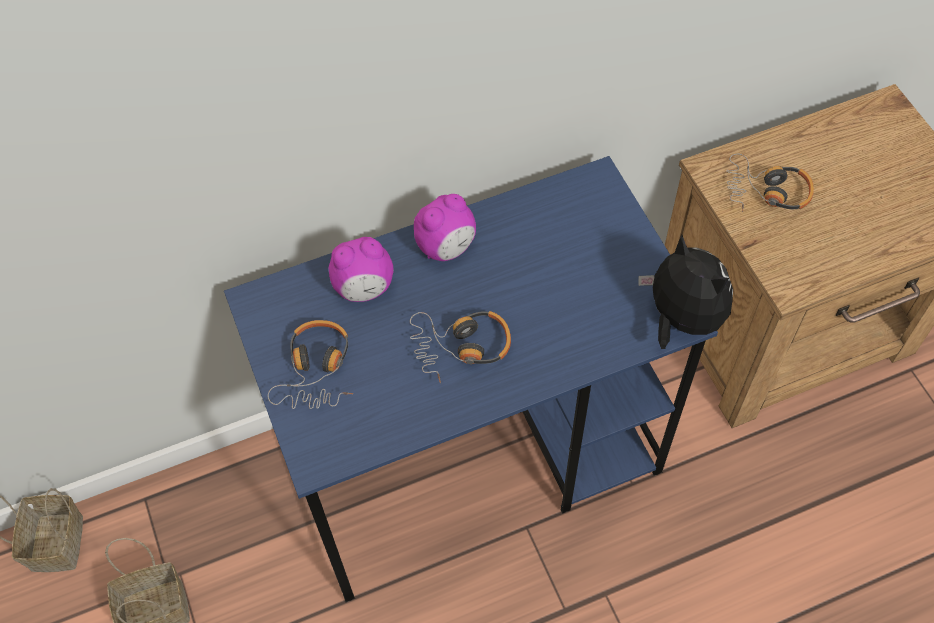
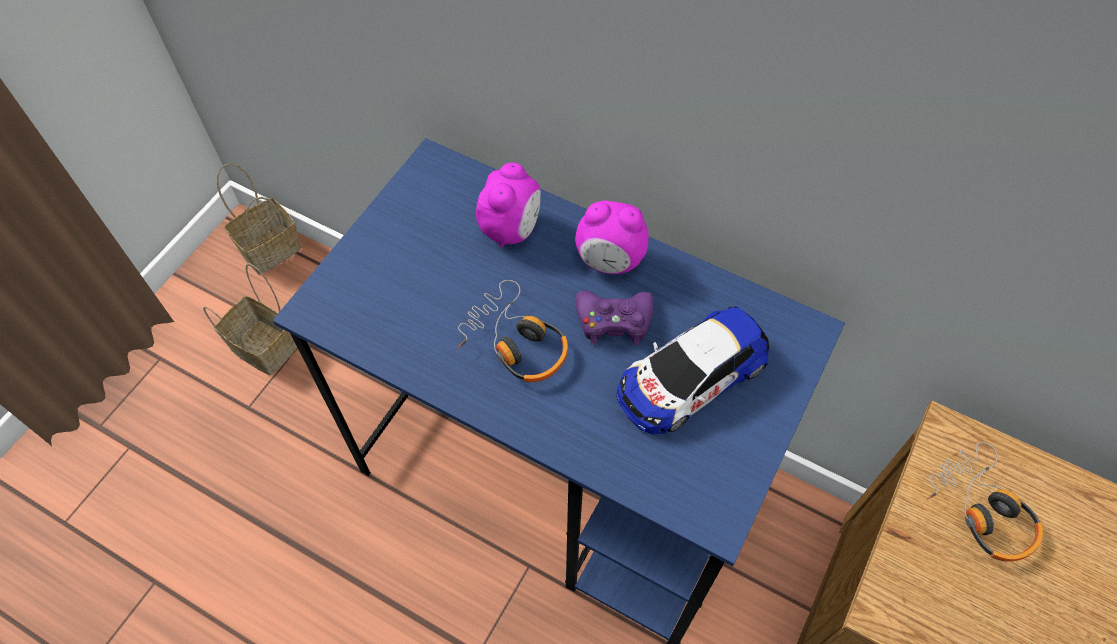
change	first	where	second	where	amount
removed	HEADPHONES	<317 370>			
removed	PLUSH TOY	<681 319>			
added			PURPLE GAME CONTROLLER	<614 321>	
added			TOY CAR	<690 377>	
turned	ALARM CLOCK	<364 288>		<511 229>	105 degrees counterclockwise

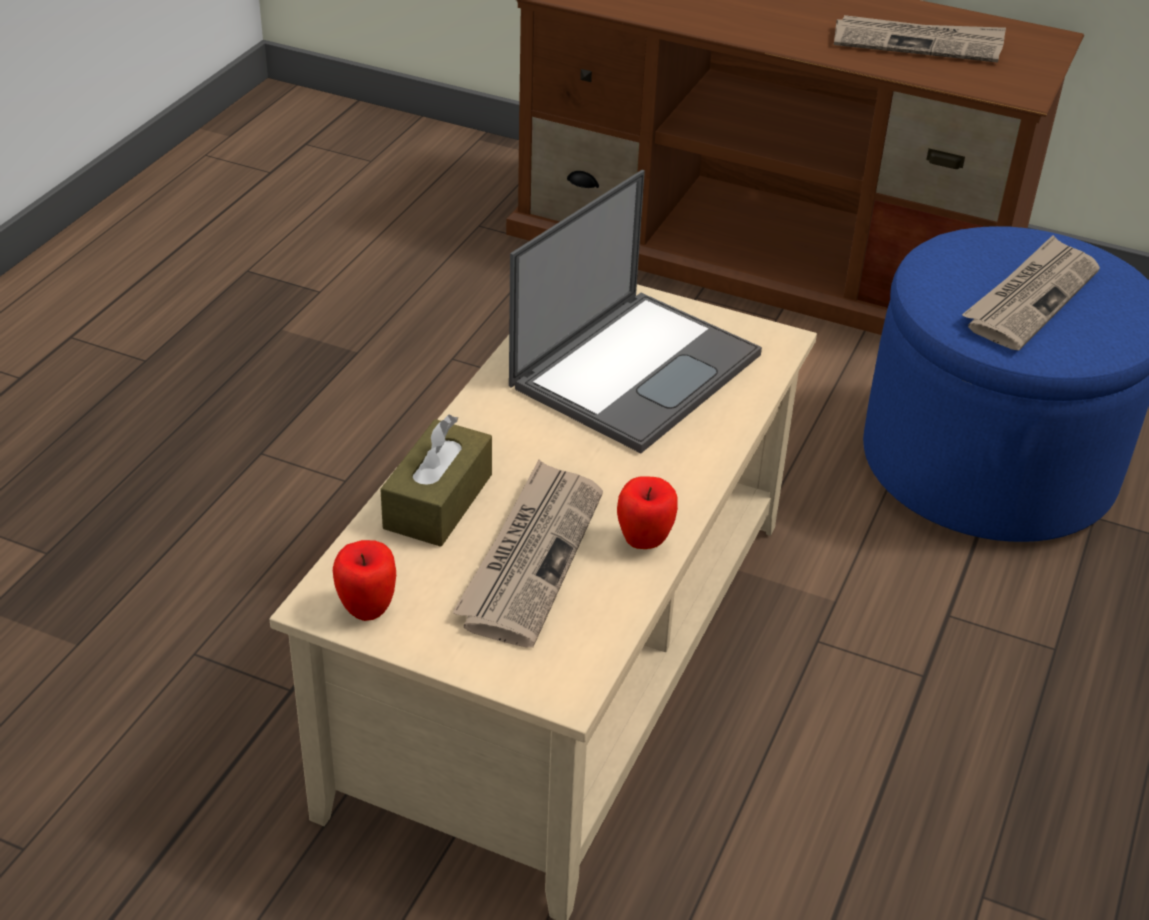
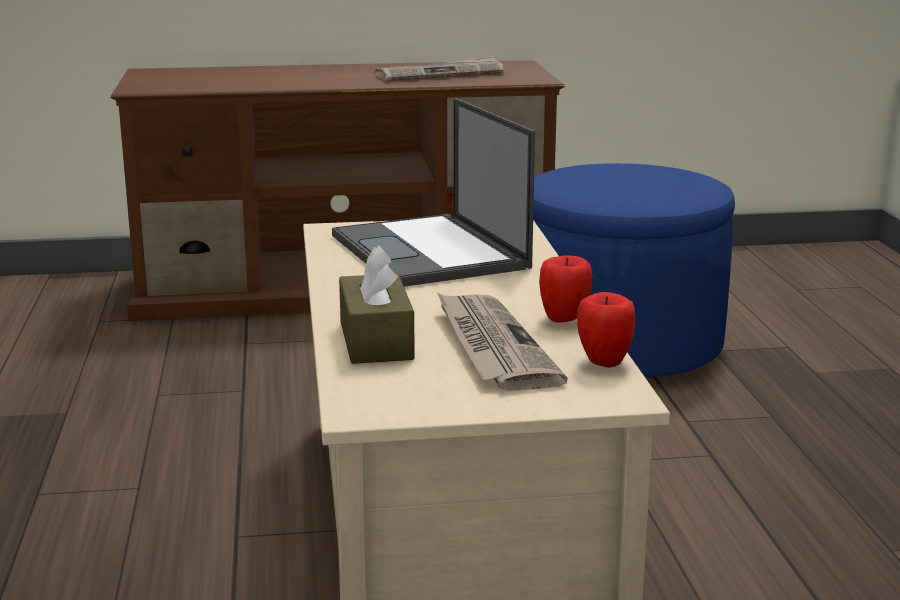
change	first	where	second	where	amount
removed	NEWSPAPER	<1030 297>			
moved	APPLE	<367 609>		<604 362>	
turned	LAPTOP	<637 368>		<431 252>	150 degrees clockwise

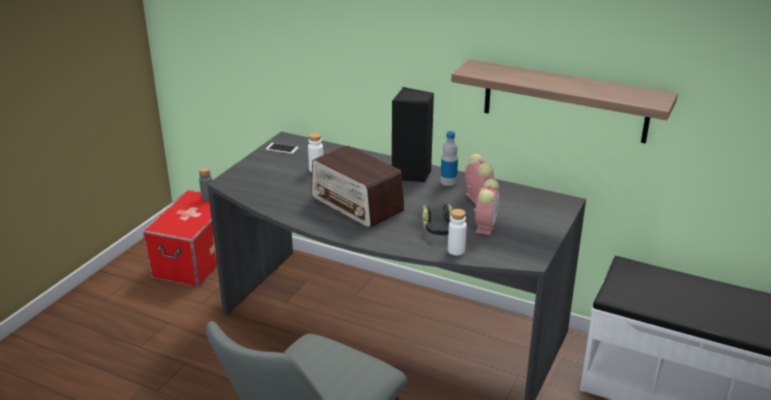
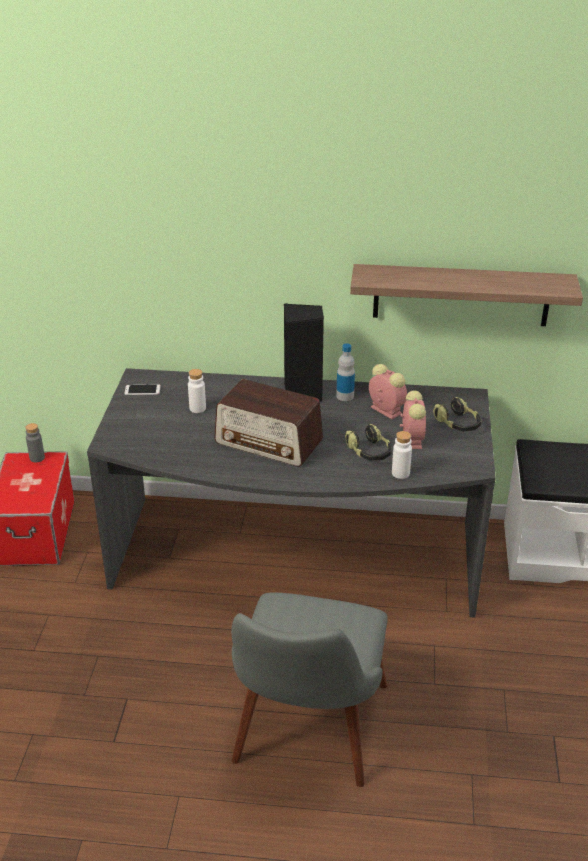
change	first	where	second	where	amount
added			HEADPHONES	<458 424>	

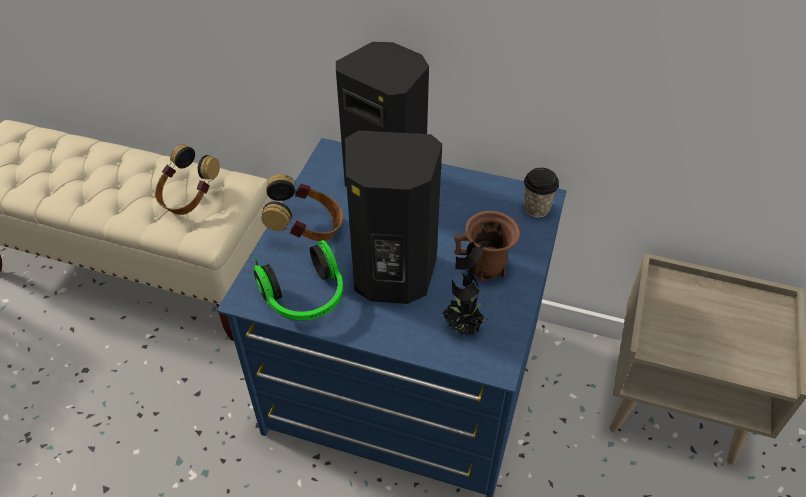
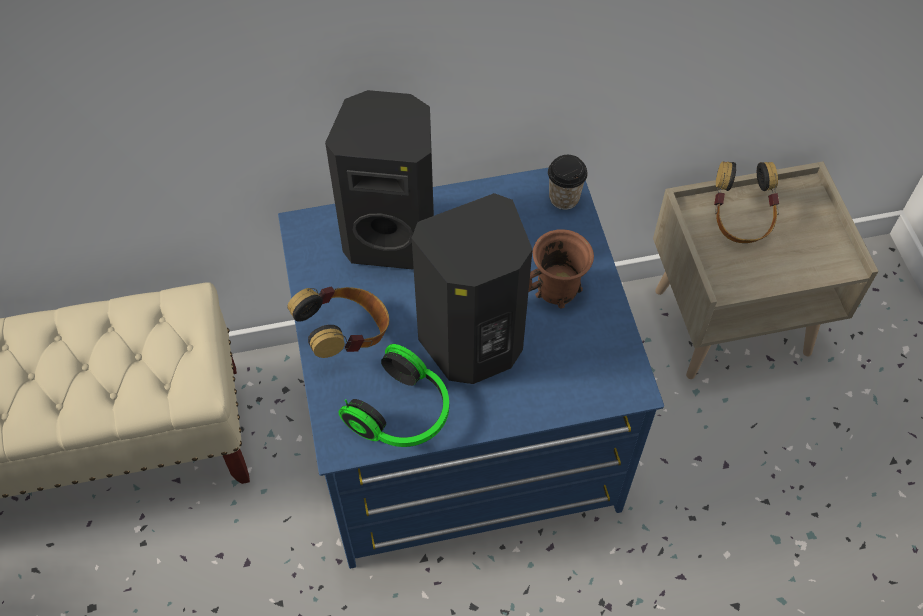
change	first	where	second	where	amount
removed	POTTED PLANT	<464 327>			
moved	HEADPHONES	<189 198>		<740 220>	

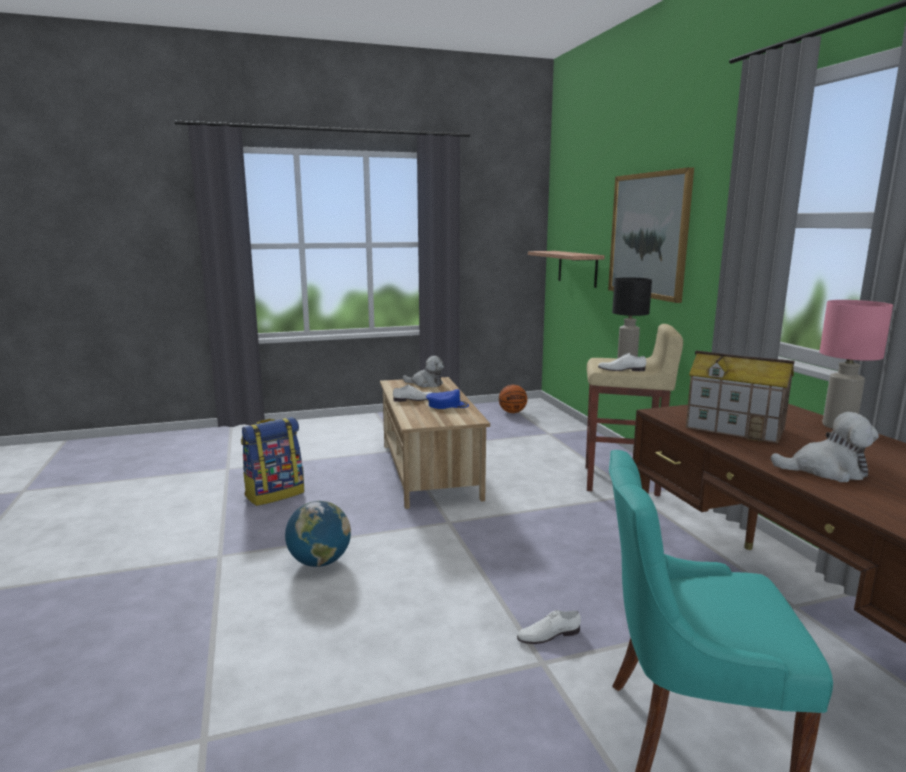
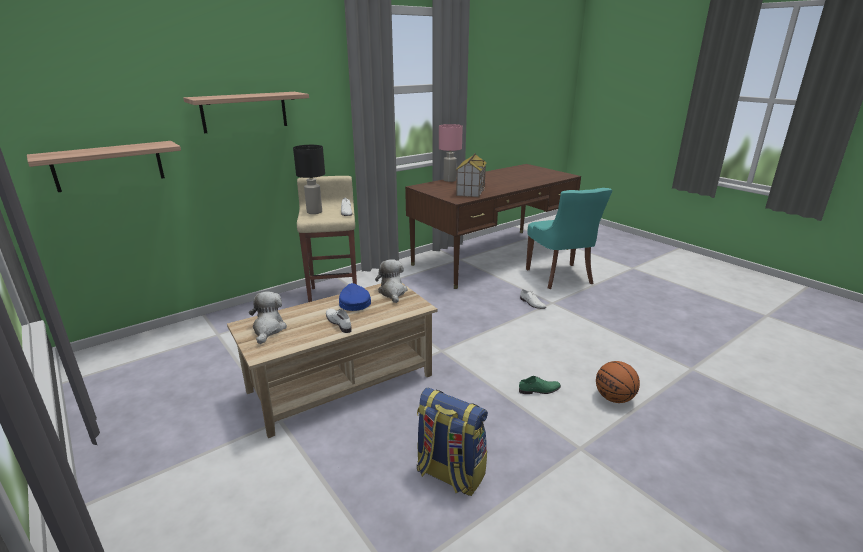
change	first	where	second	where	amount
moved	BASKETBALL	<512 412>		<614 398>	
moved	PLUSH TOY	<826 471>		<392 292>	
replaced	GLOBE	<319 562>	GREEN SHOE	<539 390>	
replaced	PICTURE	<649 235>	SHELF	<244 112>	

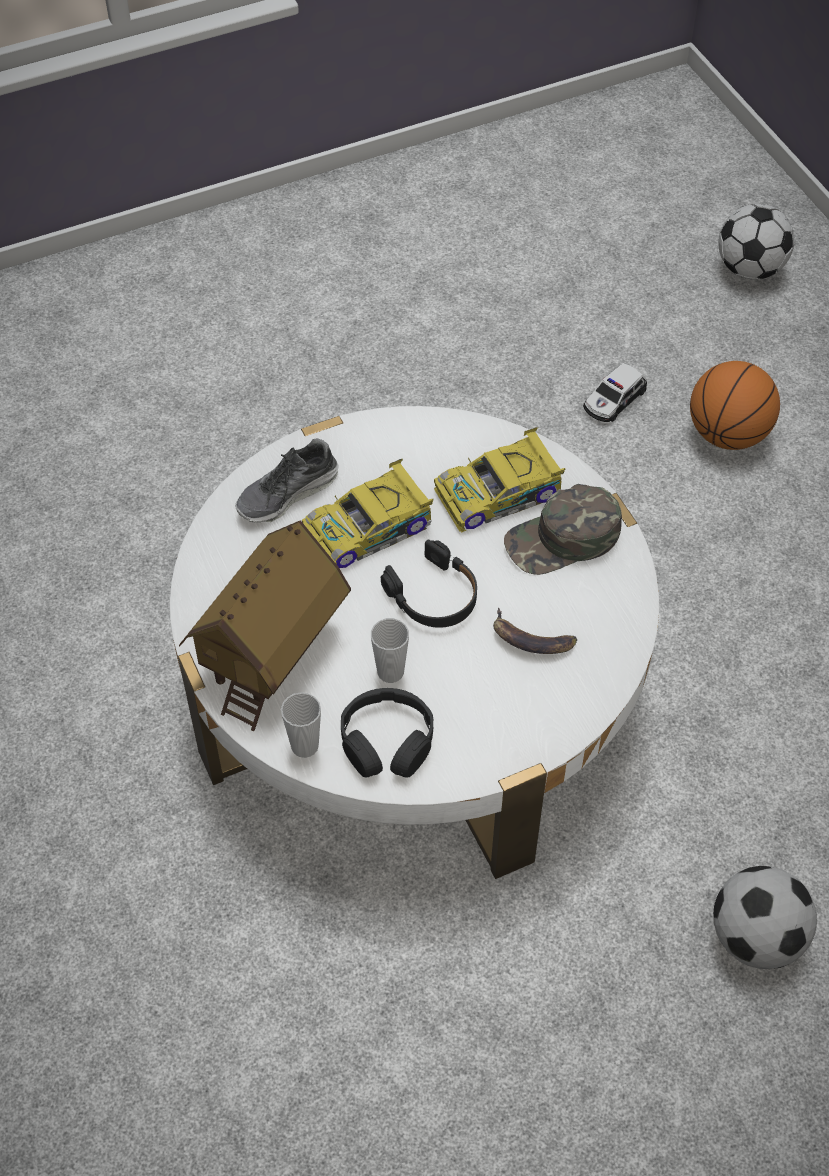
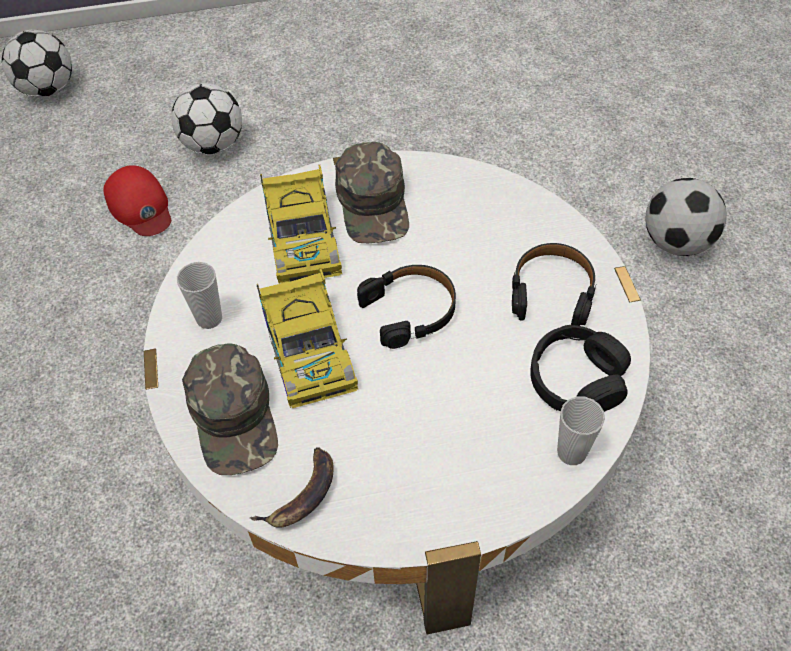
change	first	where	second	where	amount
removed	TOY HOUSE	<270 653>			
added			BLACK HEADPHONES	<552 291>	
moved	CUP	<390 672>		<209 318>	
moved	BANANA	<530 639>		<301 495>	
replaced	SHOE	<287 494>	GREEN CAP	<234 416>	
replaced	TOY CAR	<614 400>	RED CAP	<140 206>	
replaced	BASKETBALL	<727 434>	FOOTBALL	<213 145>	

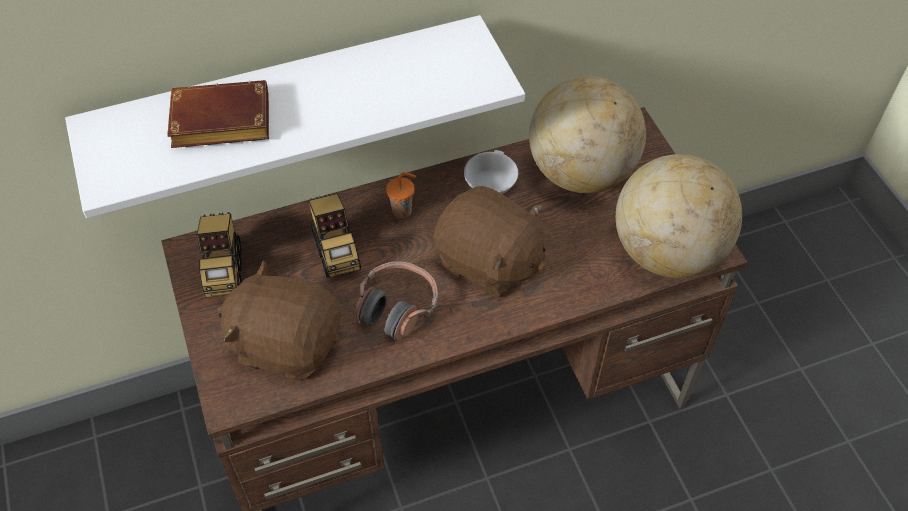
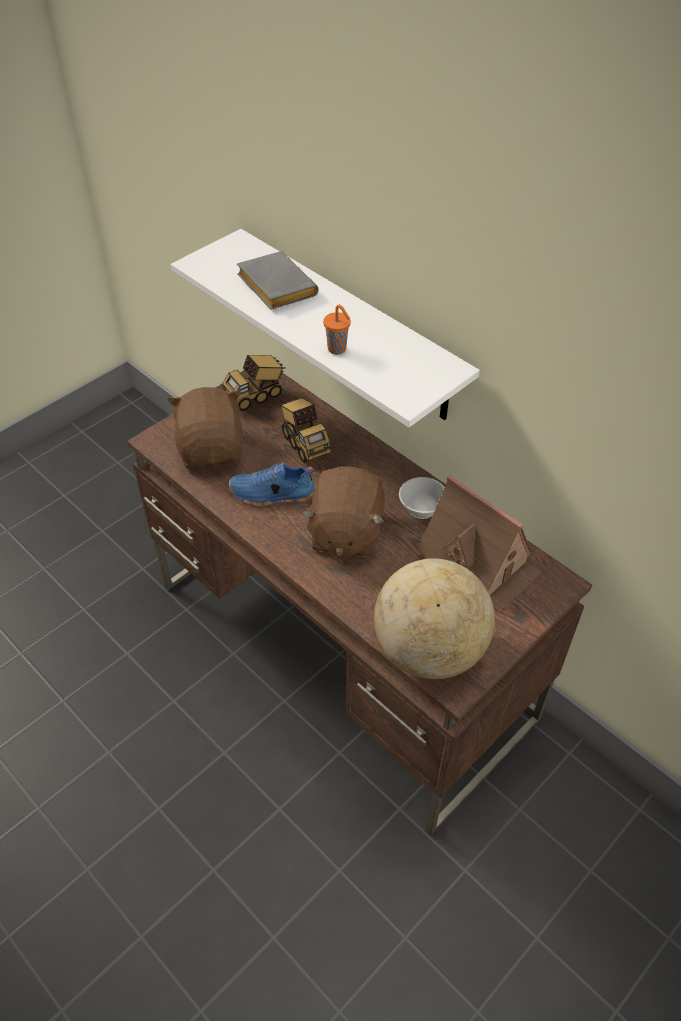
change	first	where	second	where	amount
moved	ORANGE CUP	<403 211>		<338 349>	
replaced	HEADPHONES	<397 307>	BLUE SHOE	<273 495>	
replaced	GLOBE	<581 172>	TOY HOUSE	<478 562>	
recoloured	BROWN BOOK	<218 124>	GREY BOOK	<274 286>	
turned	TOY TRUCK	<336 249>		<305 443>	75 degrees counterclockwise

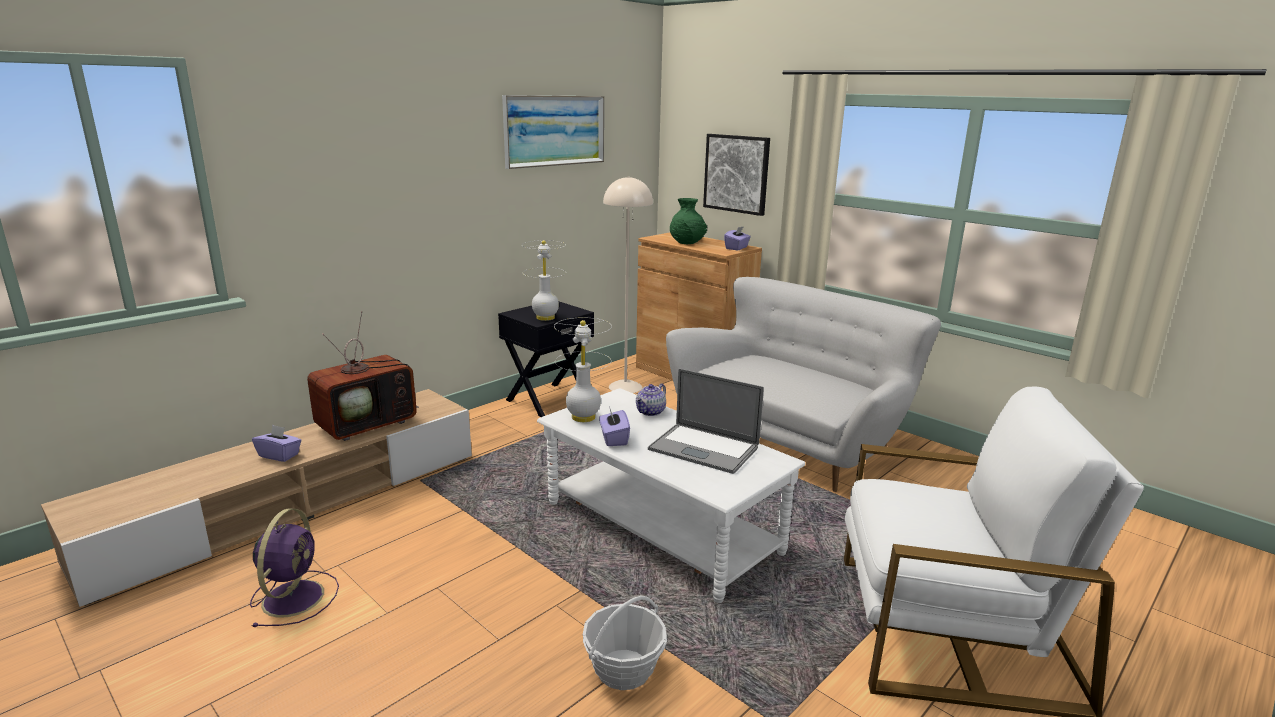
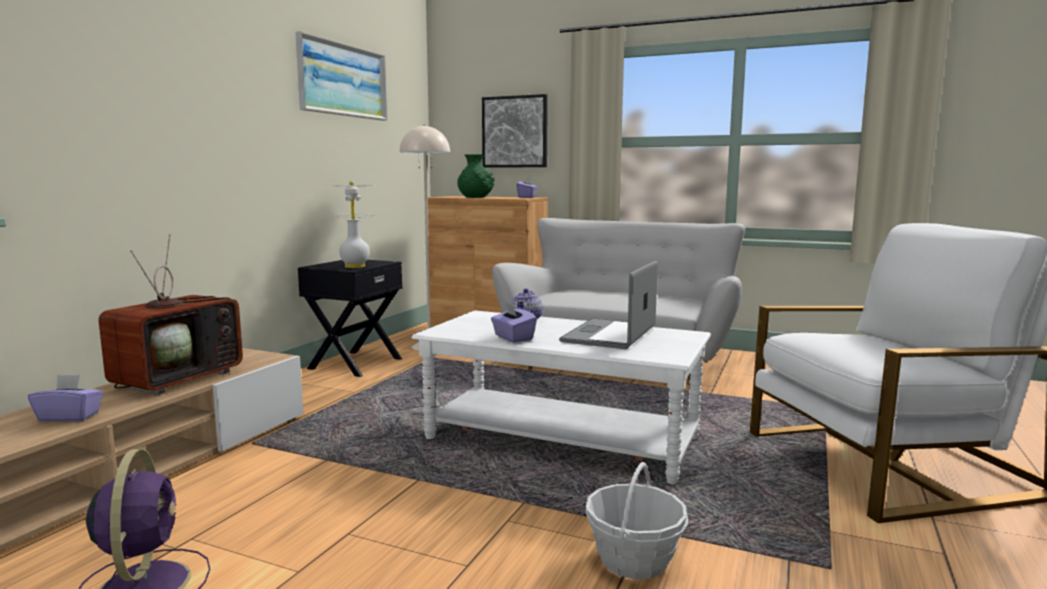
change	first	where	second	where	amount
removed	WHITE TABLE LAMP	<584 417>			
turned	LAPTOP	<703 448>		<609 334>	105 degrees clockwise

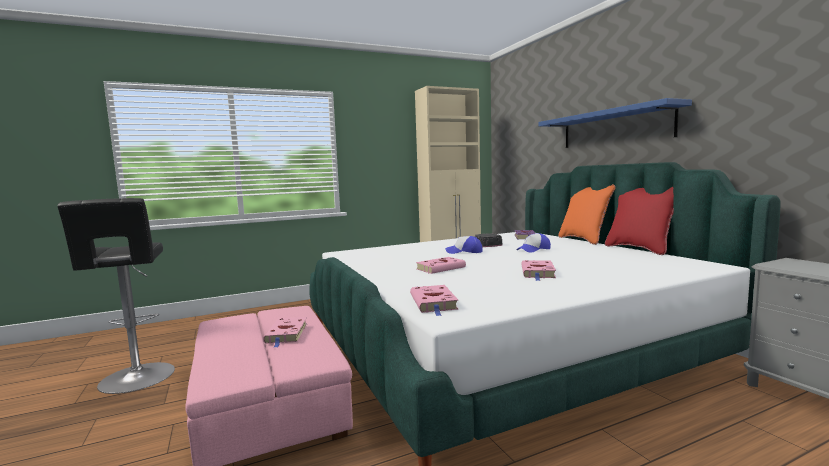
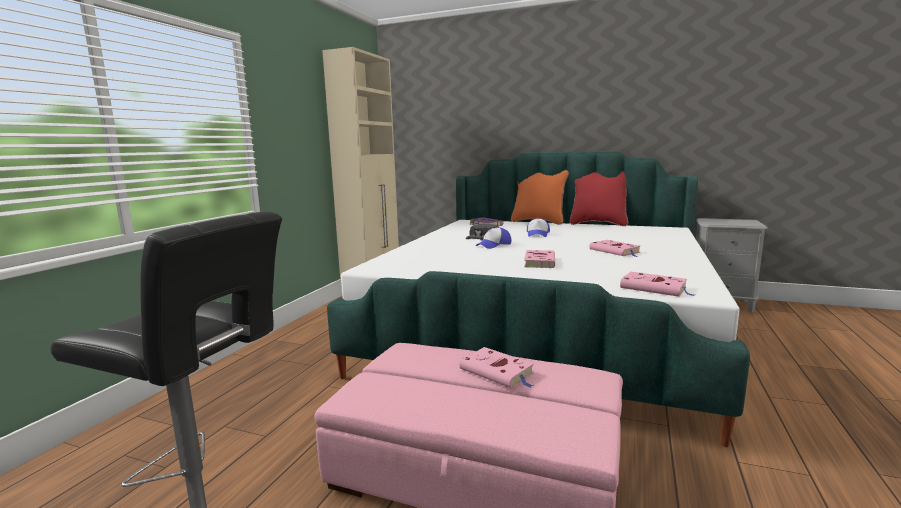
change	first	where	second	where	amount
removed	BLUE SHELF	<614 128>			

